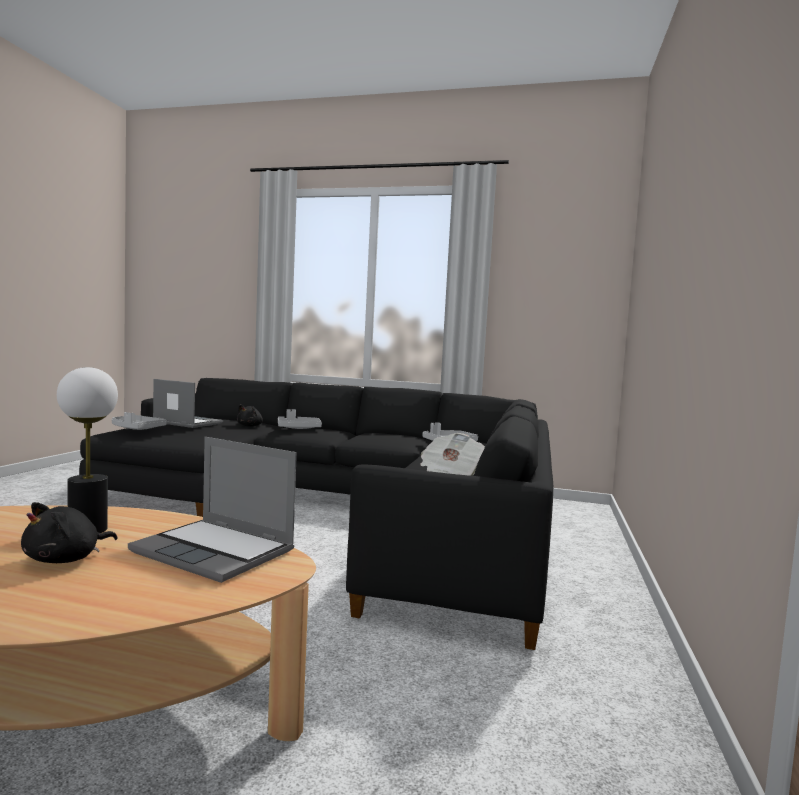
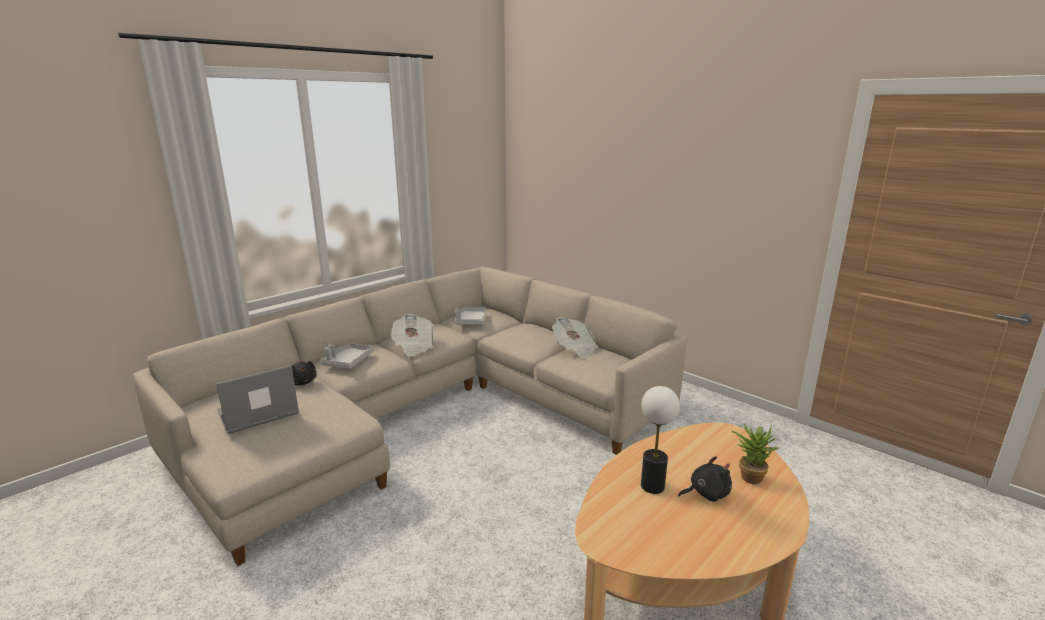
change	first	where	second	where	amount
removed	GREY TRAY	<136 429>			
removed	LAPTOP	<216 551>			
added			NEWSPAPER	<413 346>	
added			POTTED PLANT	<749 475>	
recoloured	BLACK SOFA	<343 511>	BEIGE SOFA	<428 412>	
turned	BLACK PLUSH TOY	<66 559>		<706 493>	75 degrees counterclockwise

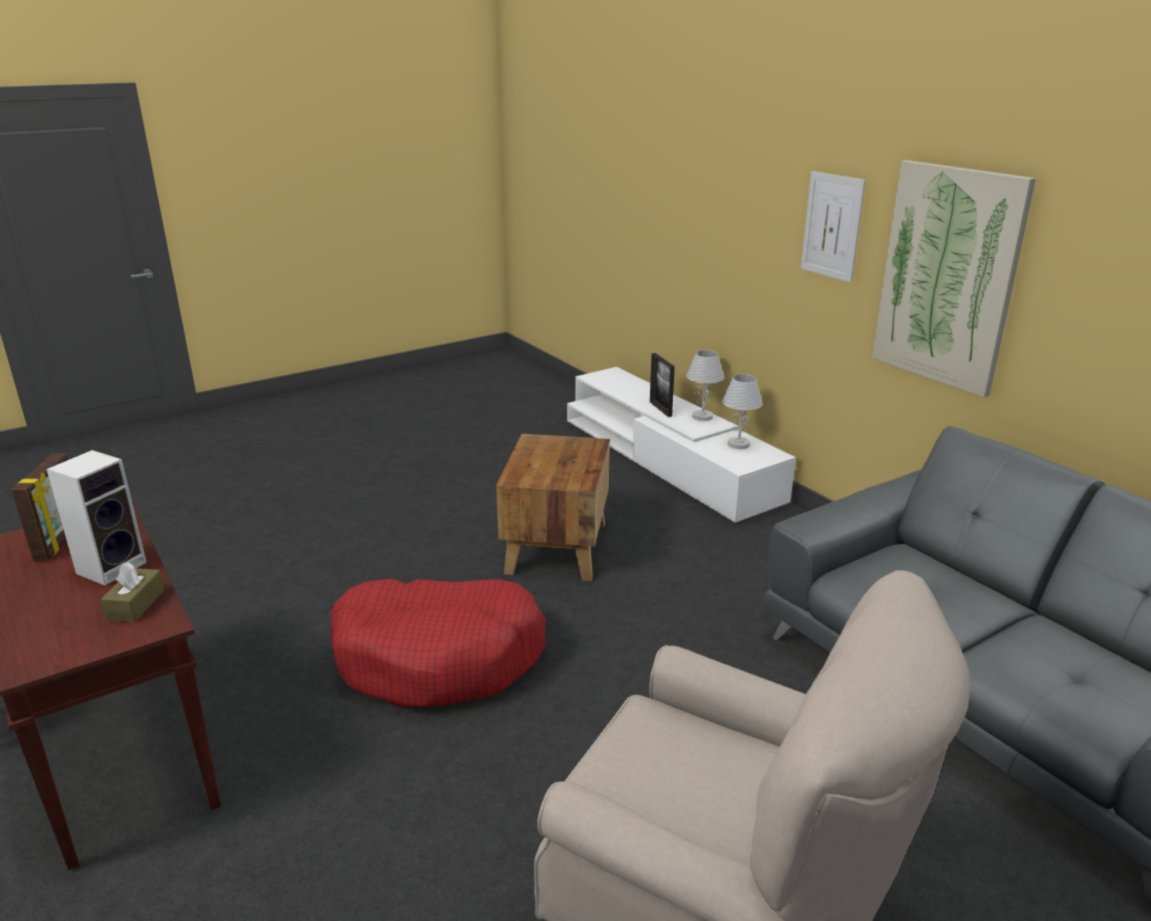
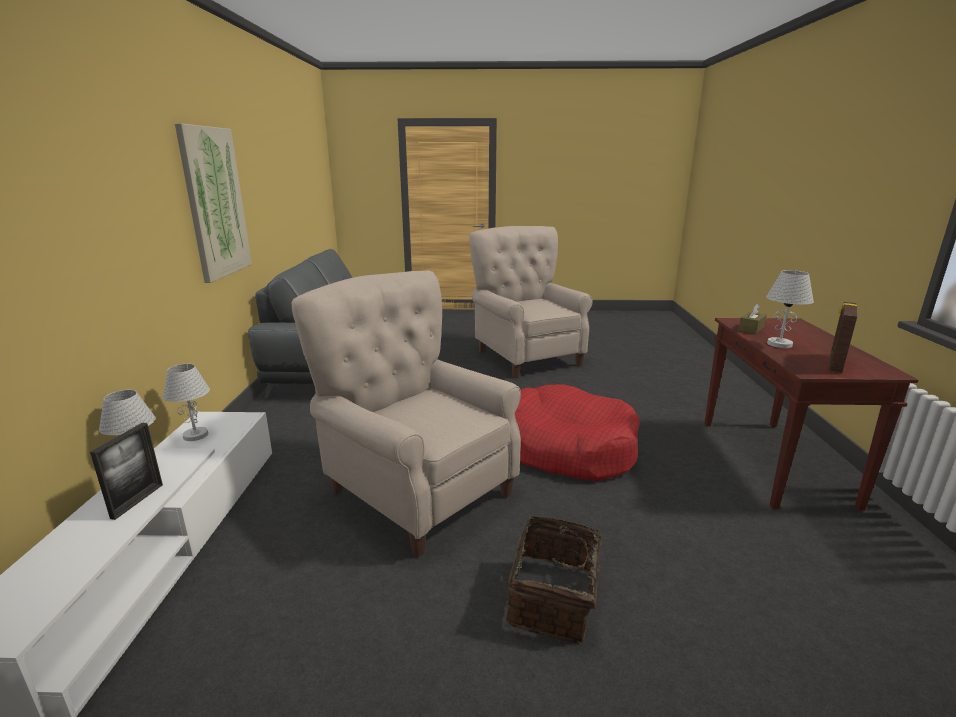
change	first	where	second	where	amount
removed	PICTURE	<832 226>			
added			BASKET	<554 599>	
replaced	SPEAKER	<113 566>	WHITE TABLE LAMP	<779 344>	
replaced	BROWN SIDE TABLE	<555 548>	BEIGE ARMCHAIR	<415 490>	

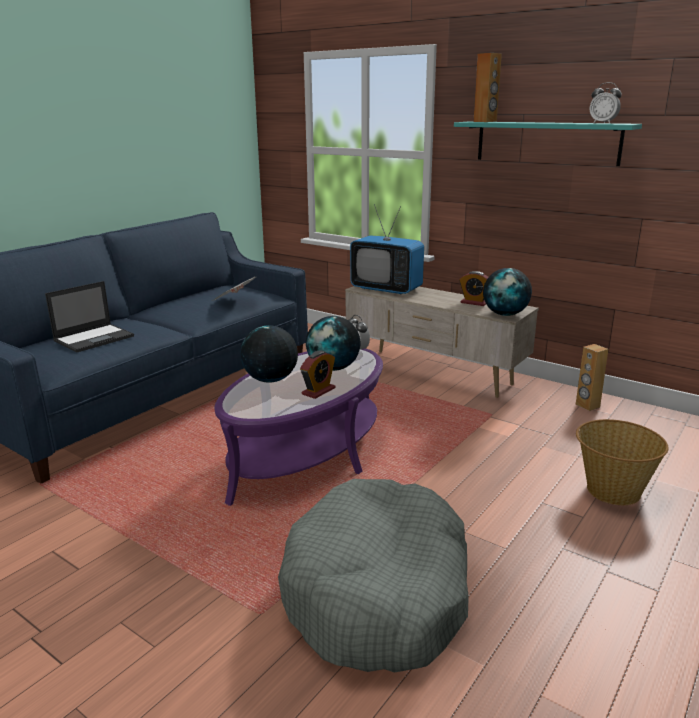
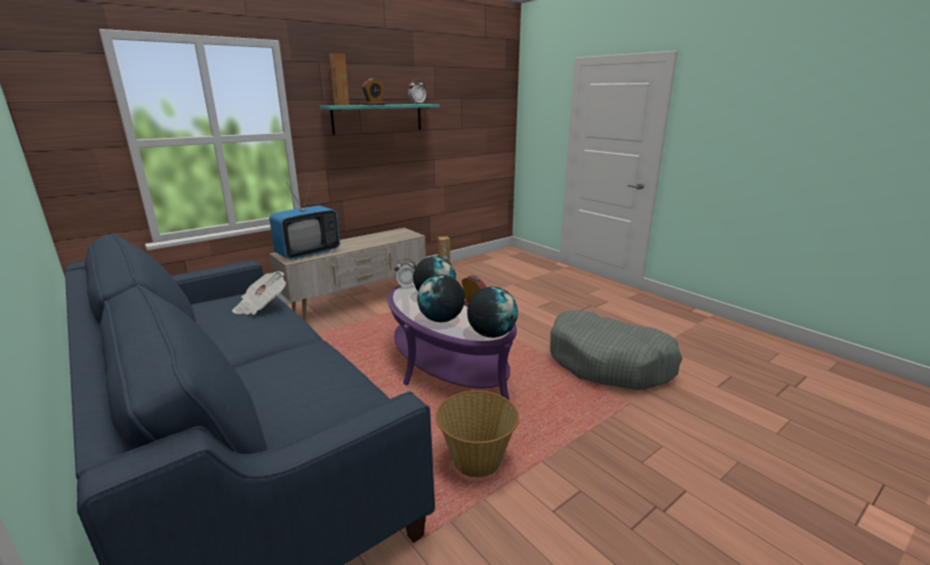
change	first	where	second	where	amount
removed	LAPTOP	<95 338>			
moved	ALARM CLOCK	<474 302>		<374 104>	
moved	GLOBE	<505 314>		<491 334>	
moved	BASKET	<612 491>		<476 461>	

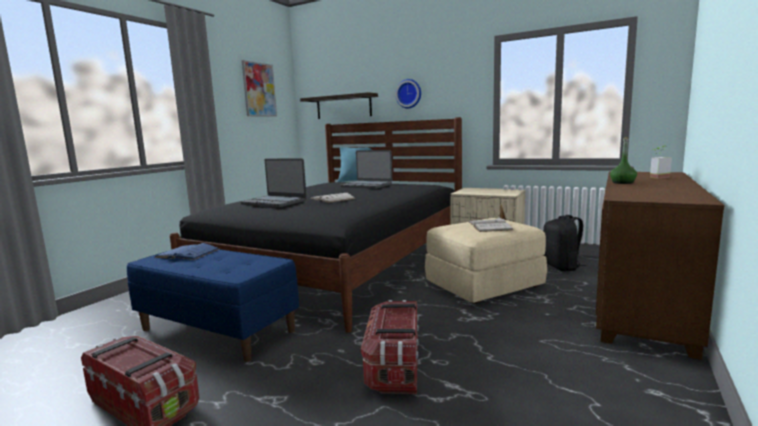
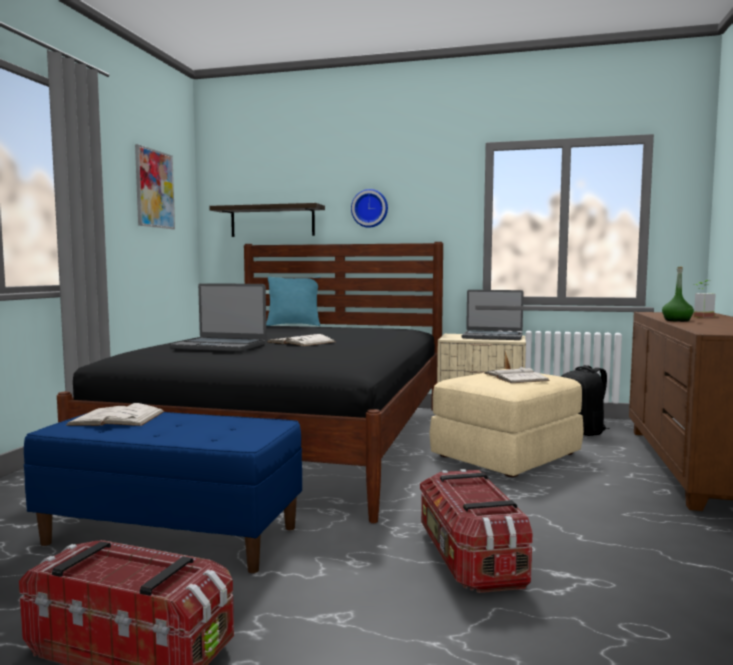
change	first	where	second	where	amount
moved	LAPTOP	<367 185>		<492 337>	
recoloured	BLUE BOOK	<187 253>	WHITE BOOK	<117 418>	

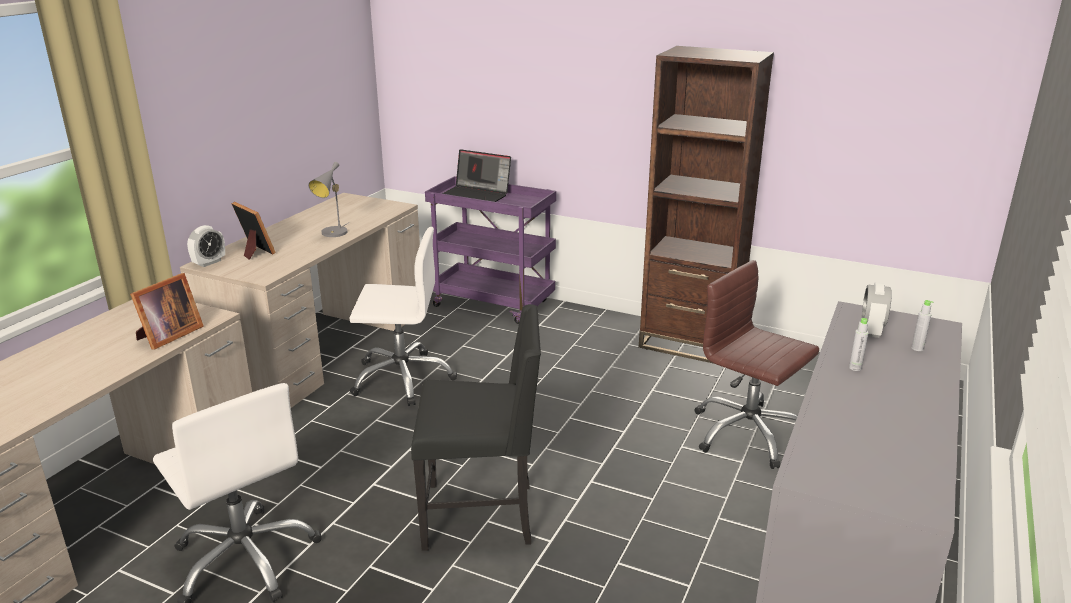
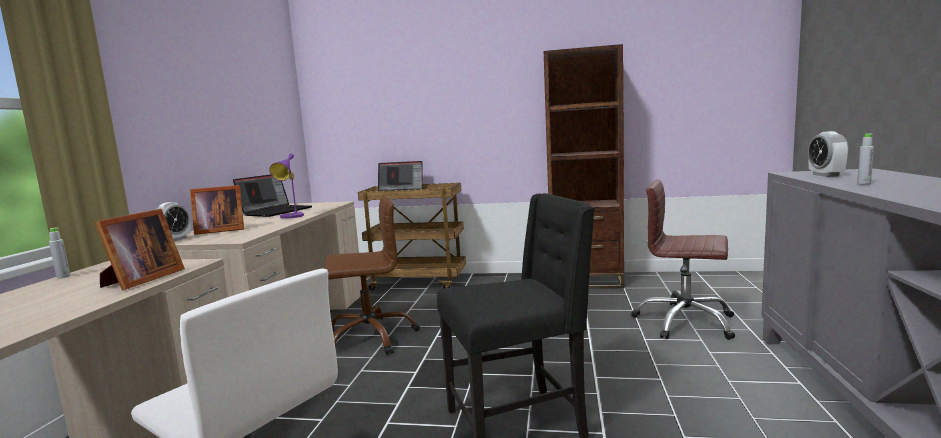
change	first	where	second	where	amount
added			LAPTOP	<276 211>	
moved	GREY BOTTLE	<917 348>		<63 277>	
recoloured	GREY TABLE LAMP	<333 234>	PURPLE TABLE LAMP	<291 217>	
recoloured	WHITE OFFICE CHAIR	<402 378>	BROWN OFFICE CHAIR	<369 337>	
recoloured	PURPLE CART	<494 304>	BROWN CART	<419 282>	
turned	PICTURE FRAME	<254 251>		<219 230>	135 degrees clockwise

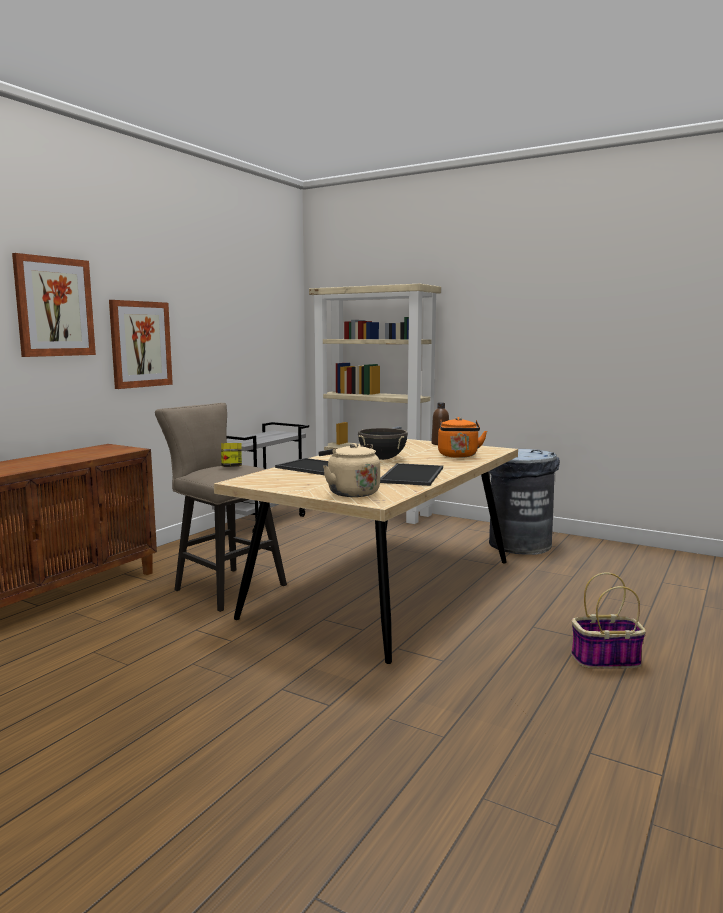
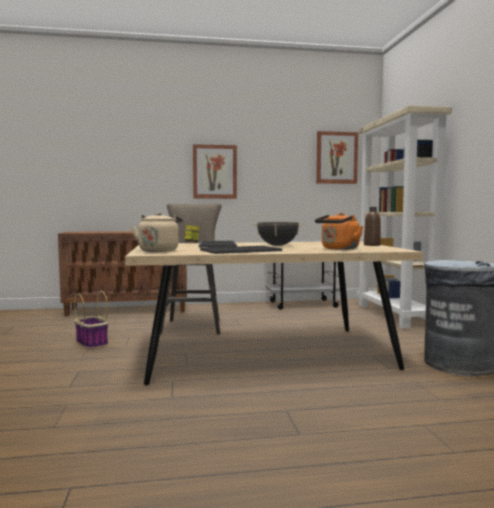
change	first	where	second	where	amount
moved	PICTURE	<54 307>		<336 158>	
moved	BASKET	<605 660>		<91 343>	

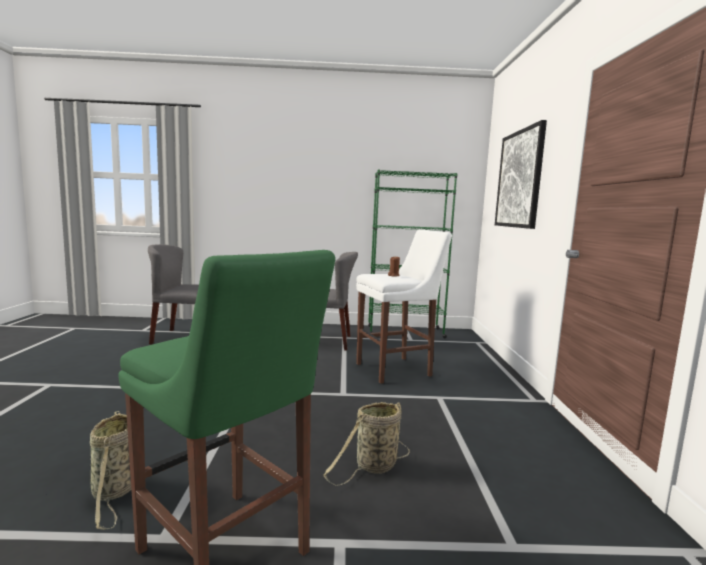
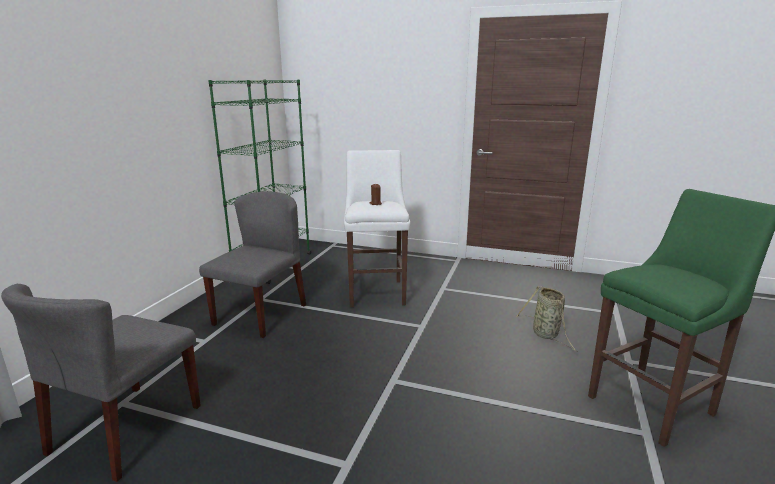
change	first	where	second	where	amount
removed	BASKET	<114 492>			
removed	PICTURE	<519 179>			

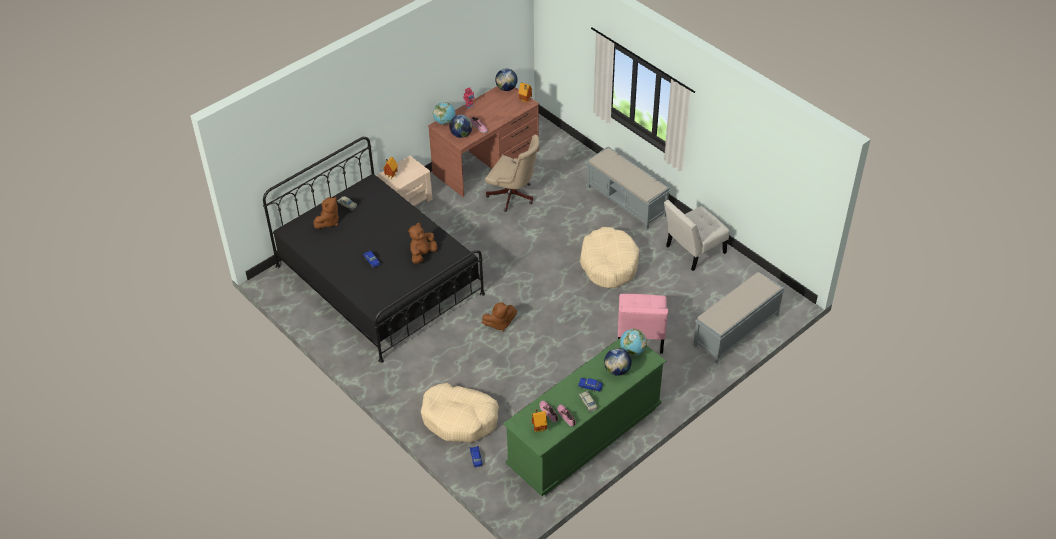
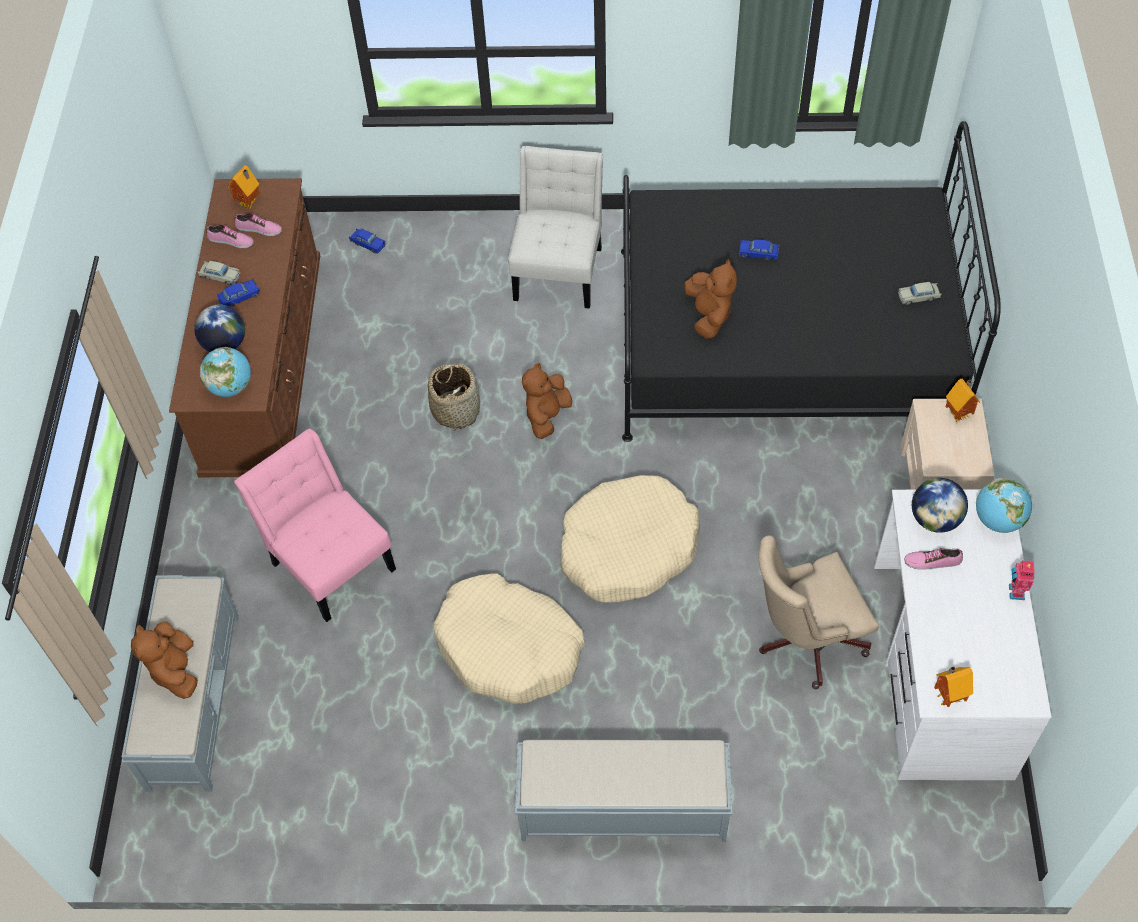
change	first	where	second	where	amount
removed	GLOBE	<506 88>			
added			BASKET	<456 410>	
moved	BROWN PLUSH TOY	<328 222>		<175 670>	
moved	BEIGE DOG BED	<460 419>		<627 548>	
moved	WHITE CHAIR	<693 251>		<559 269>	
recoloured	BROWN DESK	<486 162>	WHITE DESK	<940 669>	
recoloured	GREEN DRESSER	<584 436>	BROWN DRESSER	<265 367>	

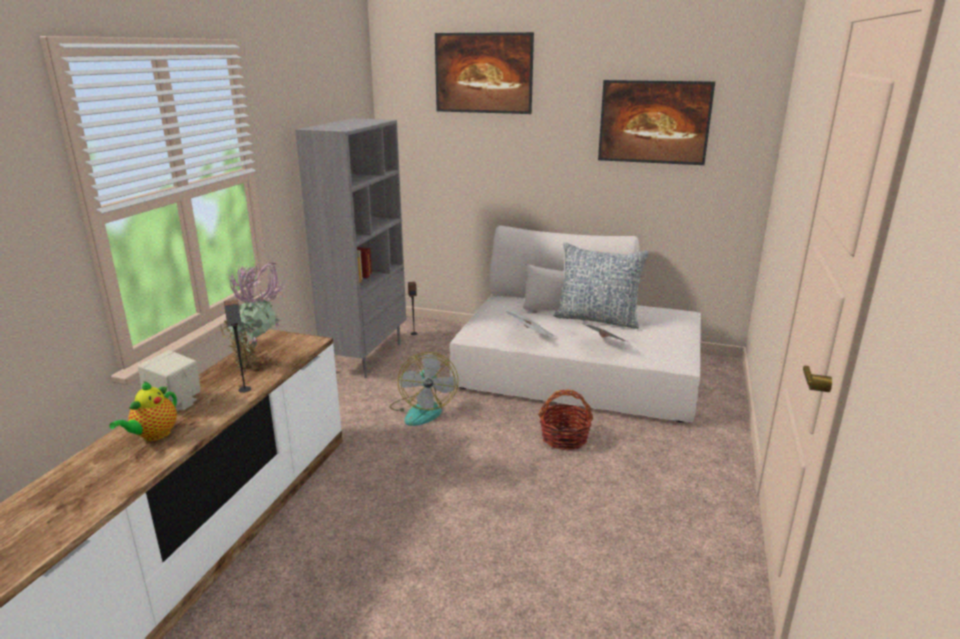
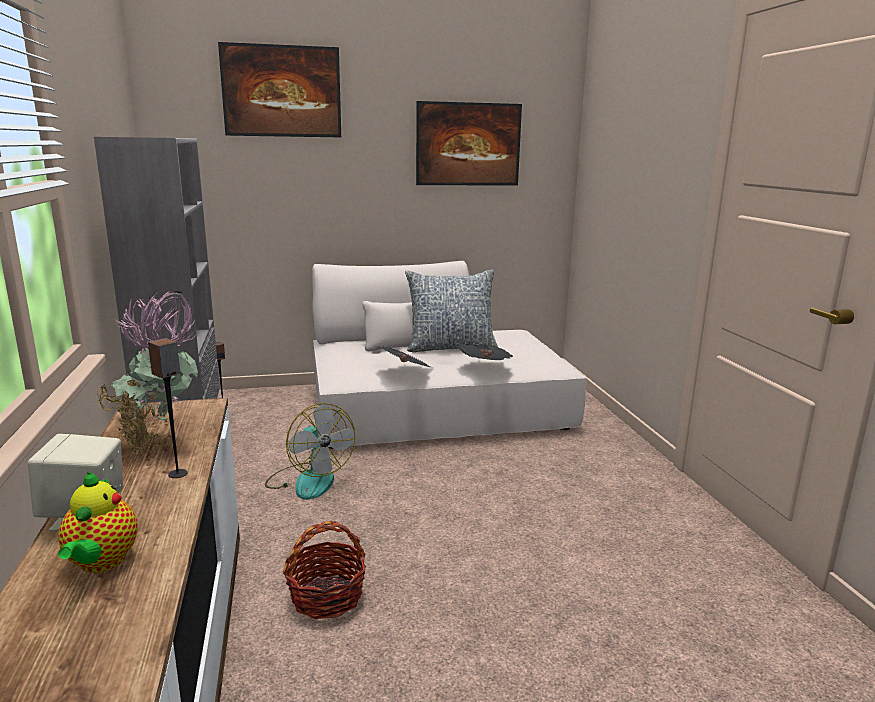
change	first	where	second	where	amount
moved	BASKET	<564 438>		<327 596>	

